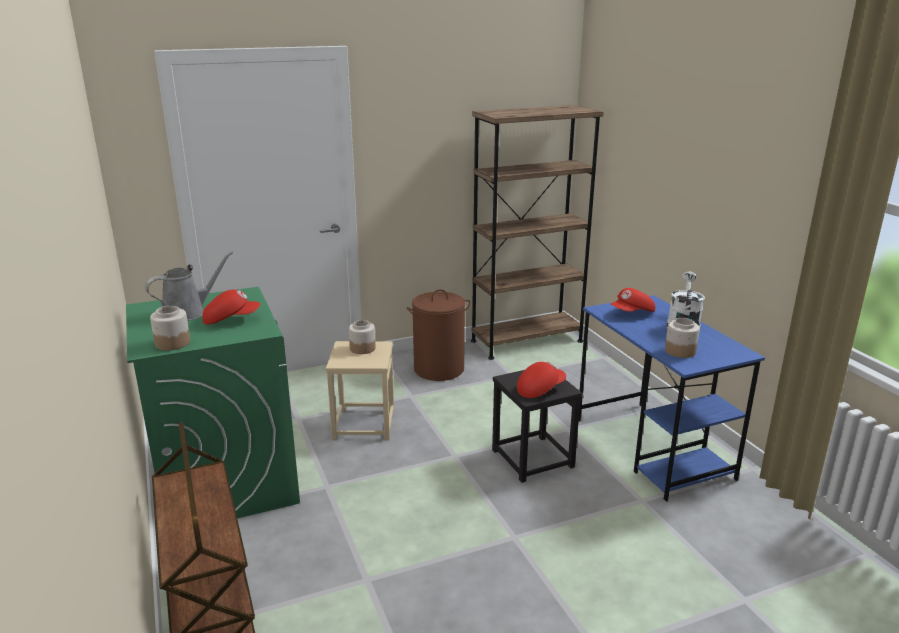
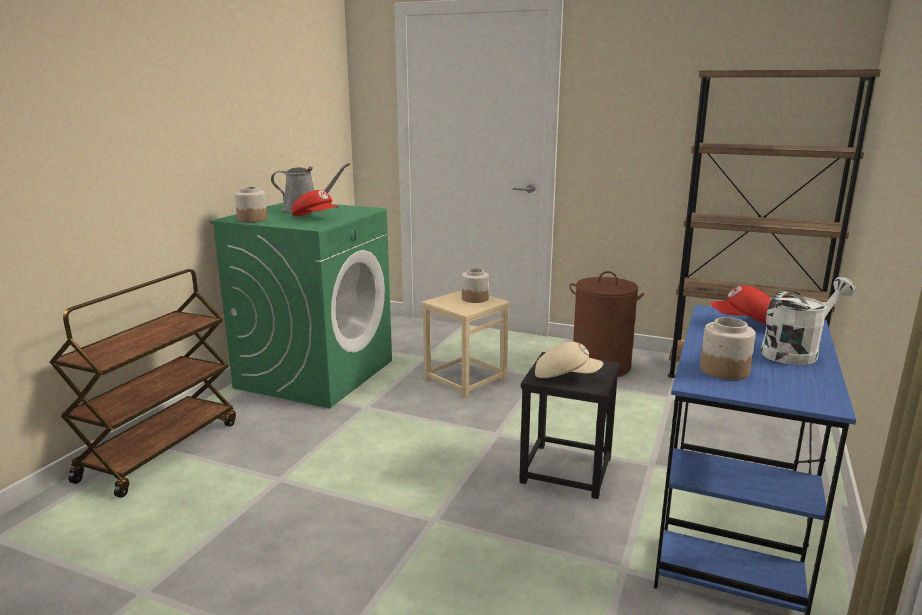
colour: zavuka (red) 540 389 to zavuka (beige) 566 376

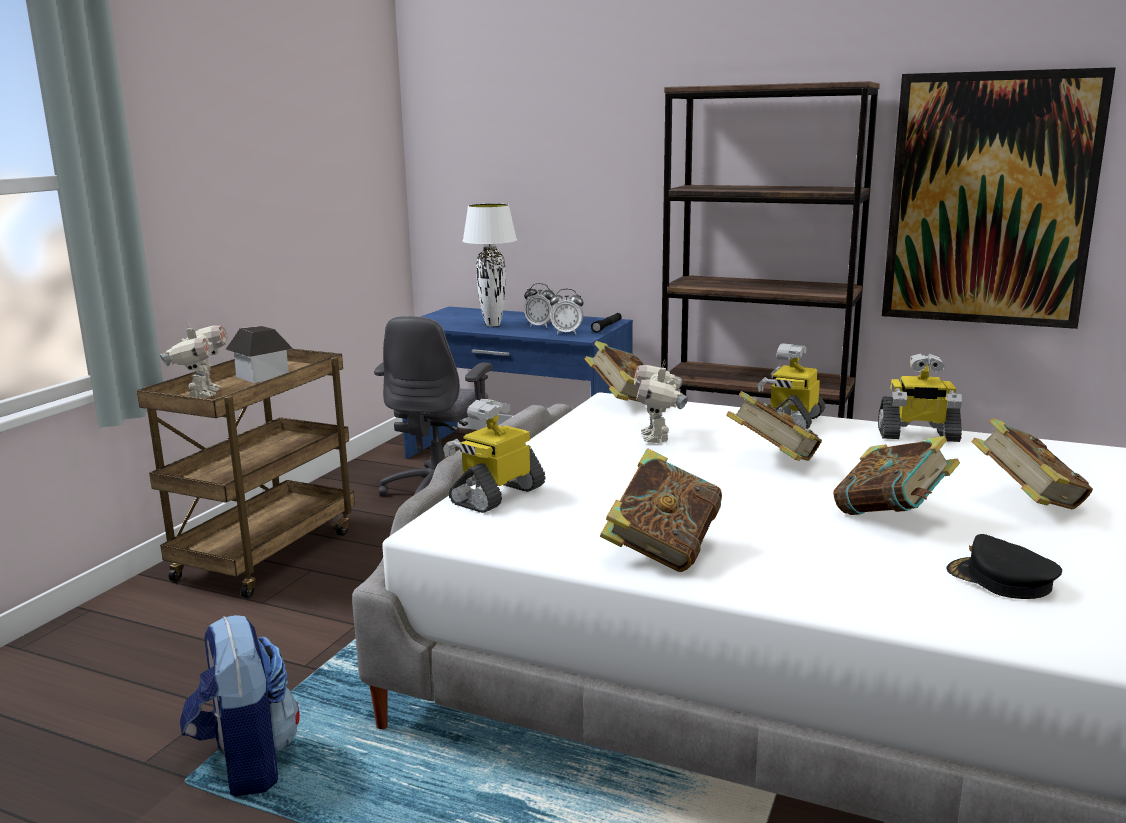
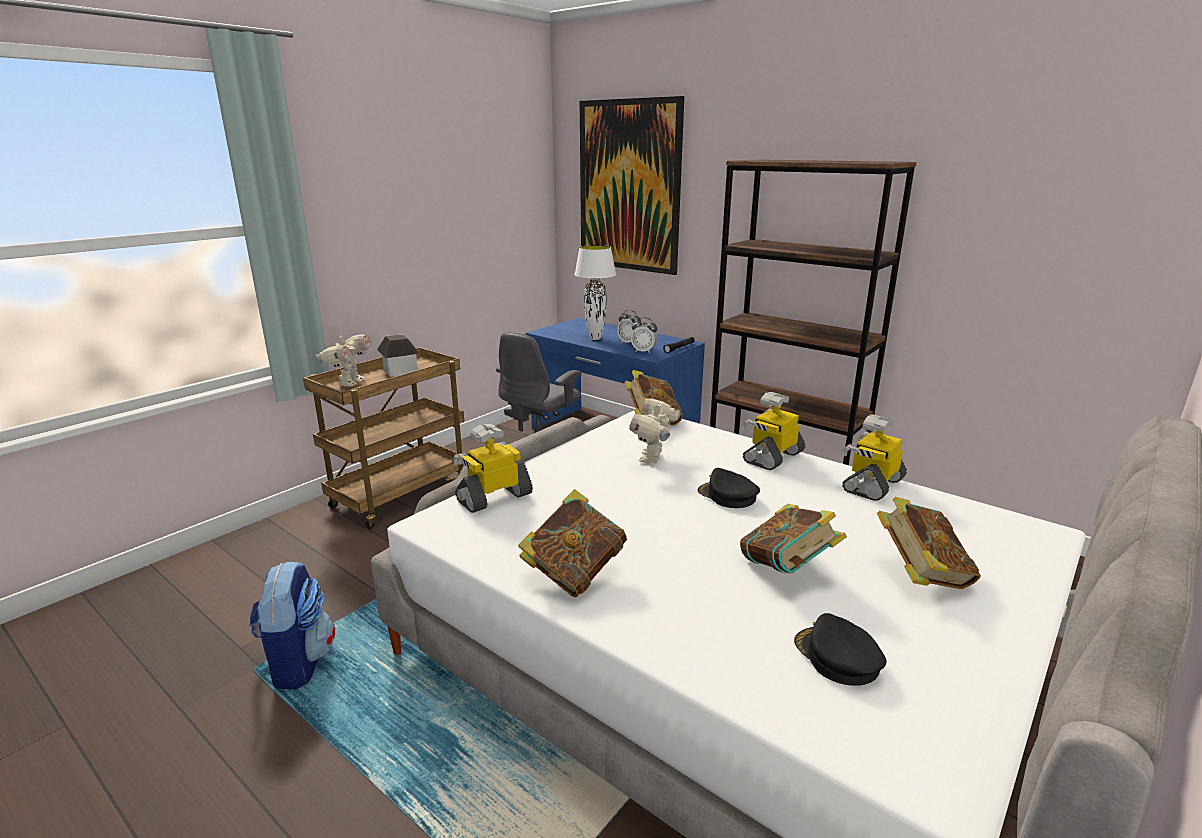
relocated: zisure 989 200 to 629 187
exchanged: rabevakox 773 462 to zavuka (black) 727 496
spun: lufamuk 917 435 = 872 485 105 degrees clockwise

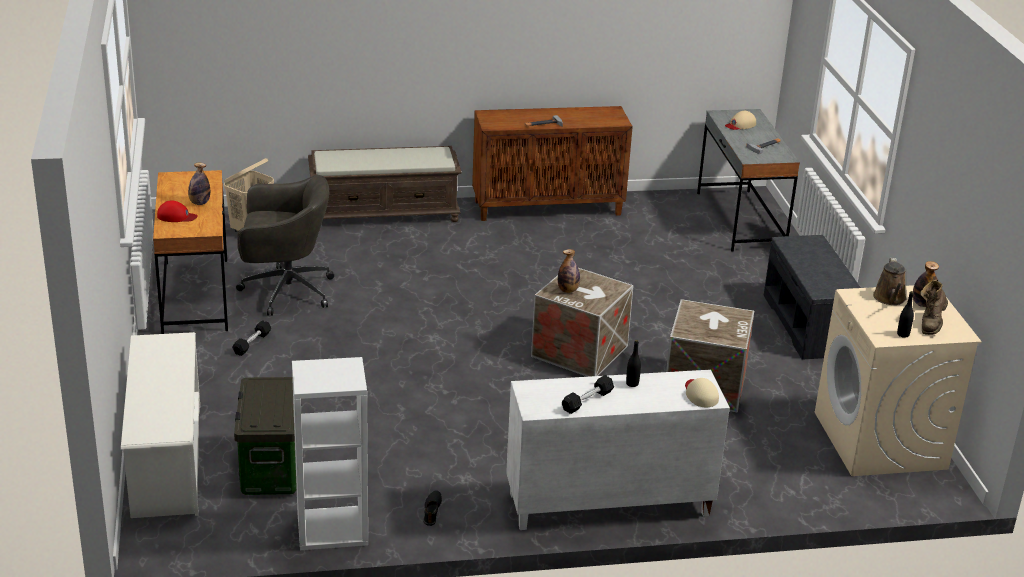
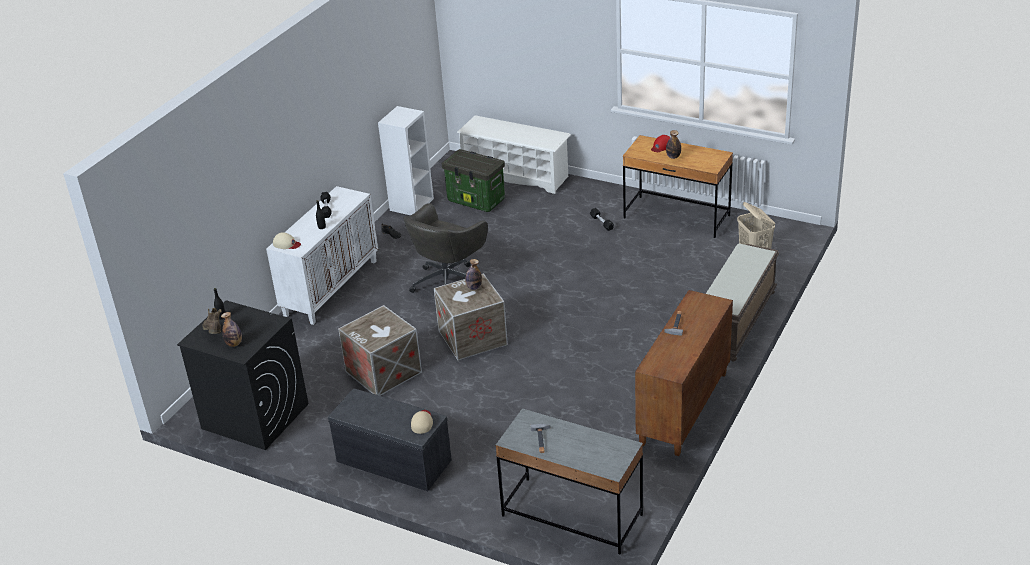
missing: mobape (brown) 890 299
relocated: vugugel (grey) 284 291 to 448 282; zavuka (beige) 740 125 to 422 422
colour: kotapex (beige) 880 441 to kotapex (black) 254 416

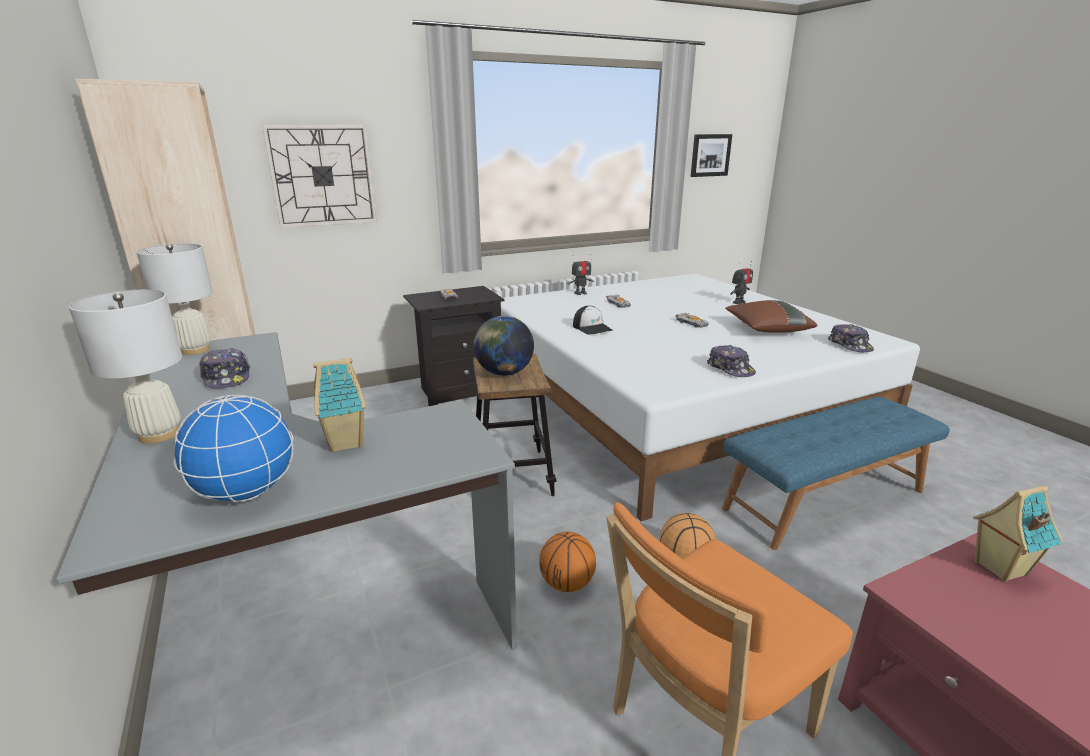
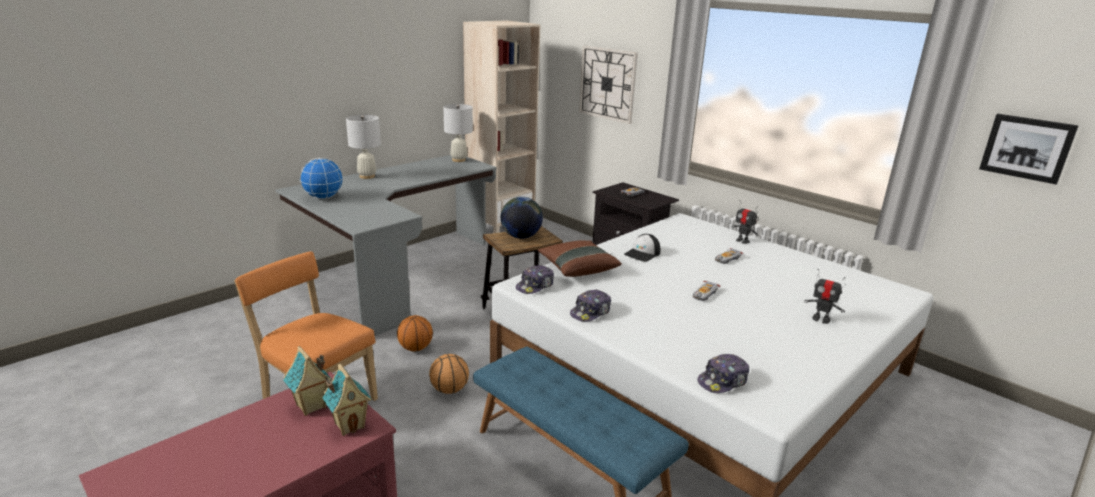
relocated: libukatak 347 443 to 311 407; zavuka 227 377 to 535 286; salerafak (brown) 766 329 to 577 269

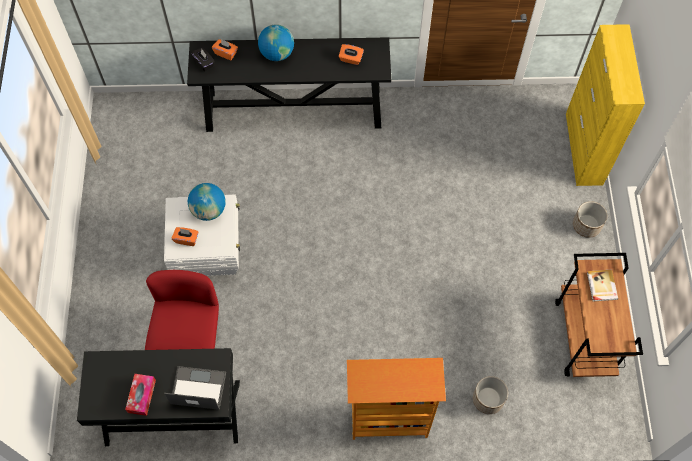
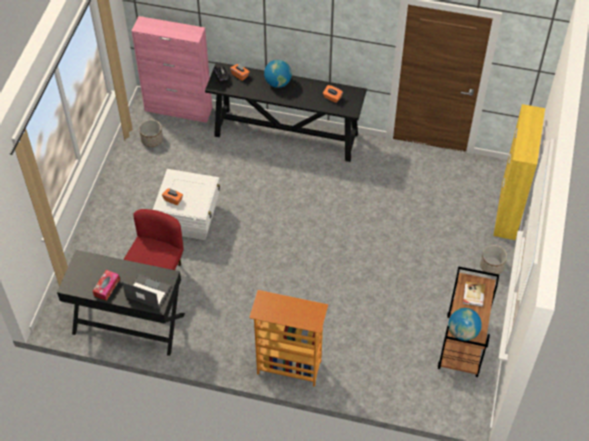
appeared: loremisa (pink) 179 109
relocated: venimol 488 399 to 152 140; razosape 209 210 to 463 332

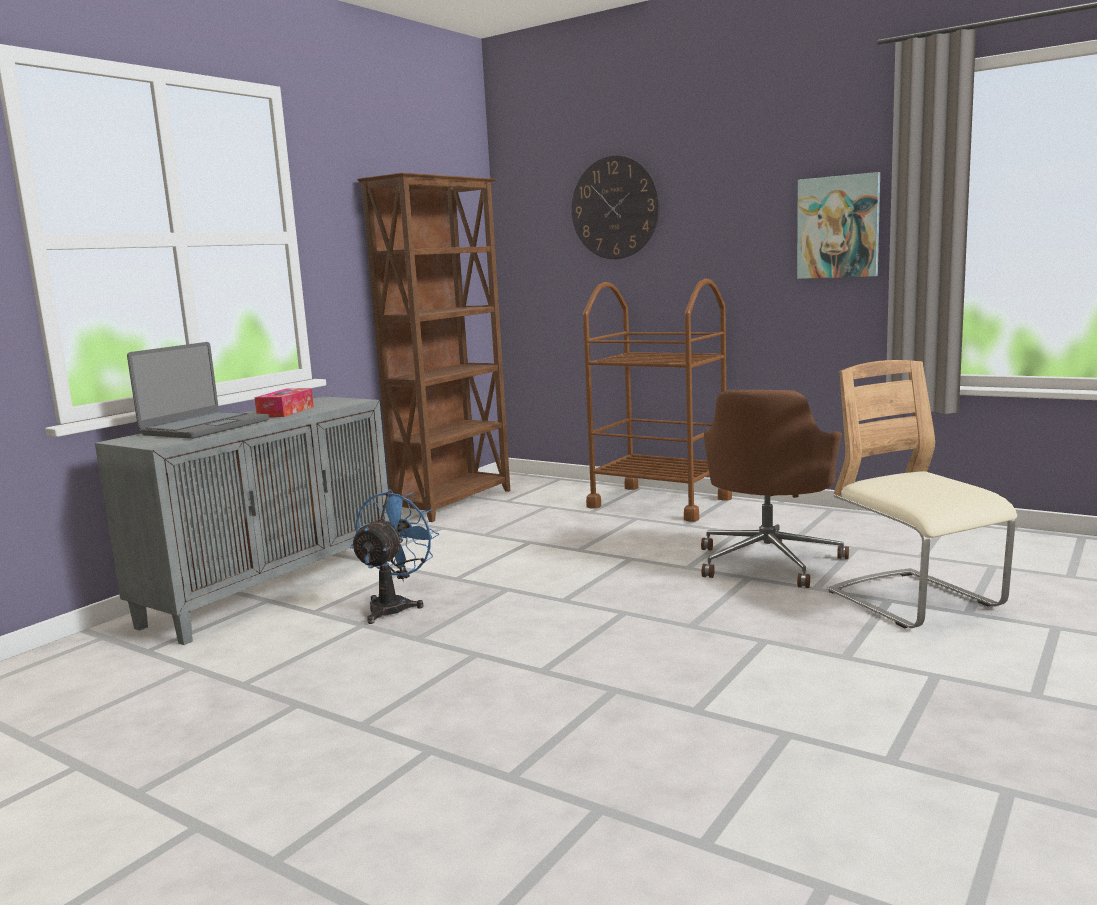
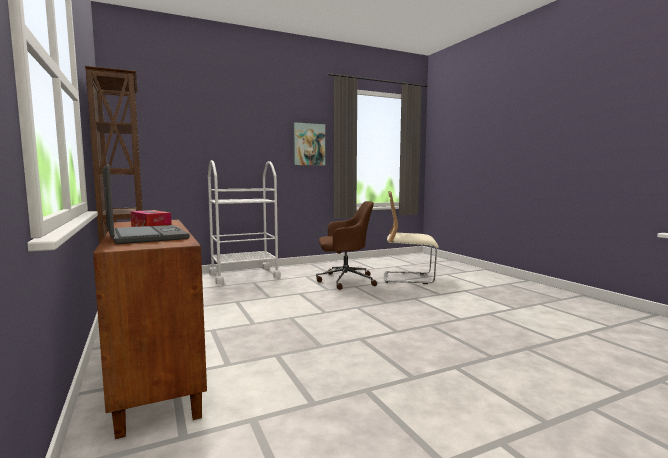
missing: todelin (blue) 394 606; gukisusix 615 208
colour: loremisa (grey) 272 589 to loremisa (brown) 155 371; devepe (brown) 659 503 to devepe (white) 244 275
spun: vugugel (brown) 769 561 = 344 280 60 degrees counterclockwise

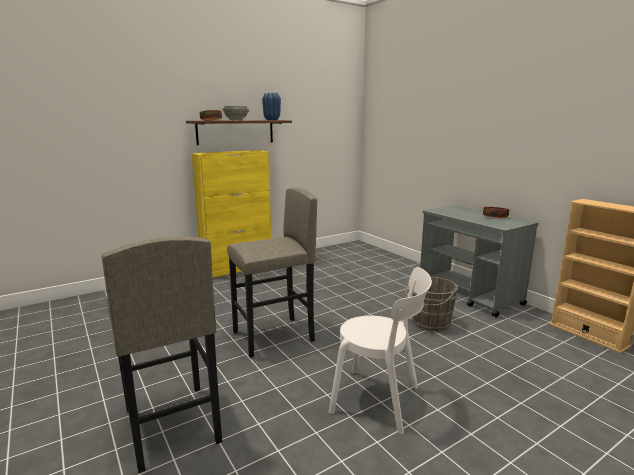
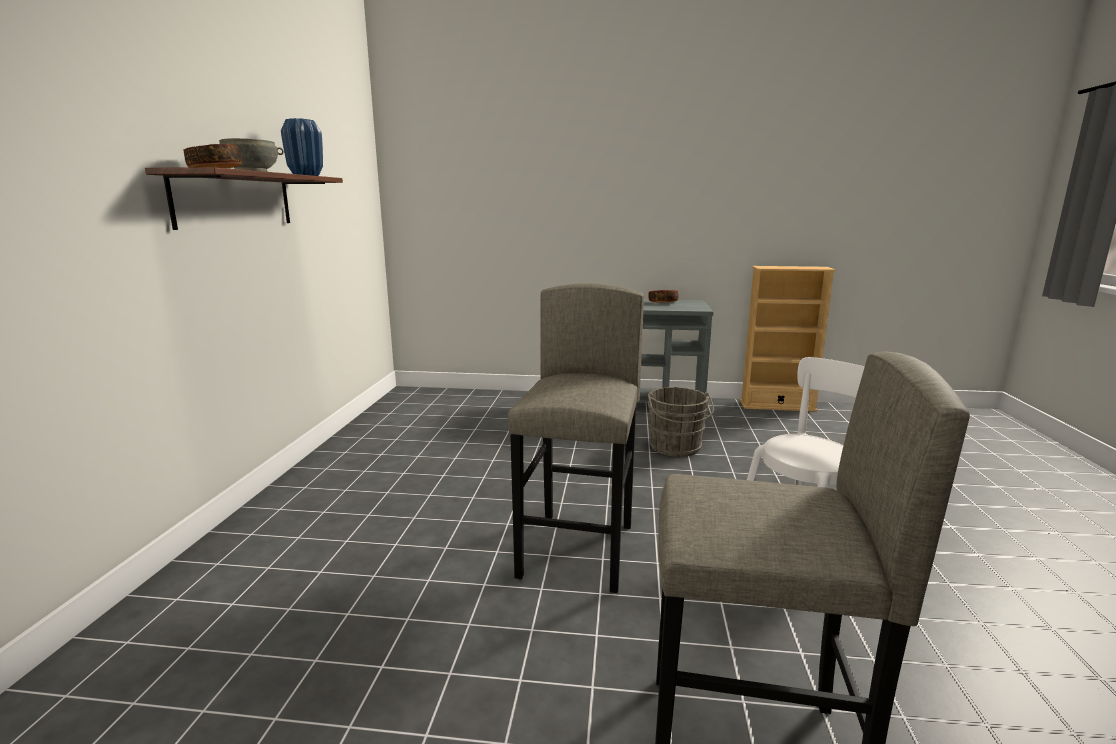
missing: loremisa (yellow) 238 268

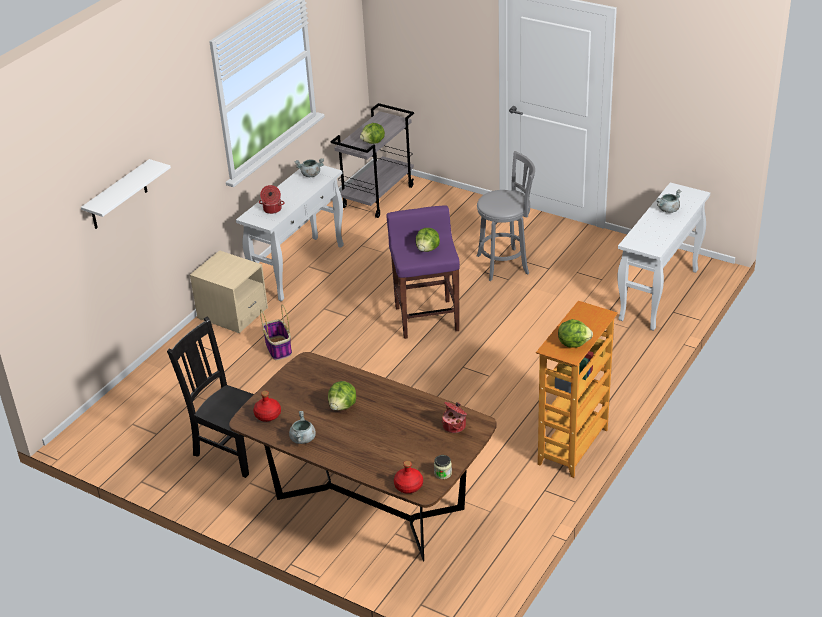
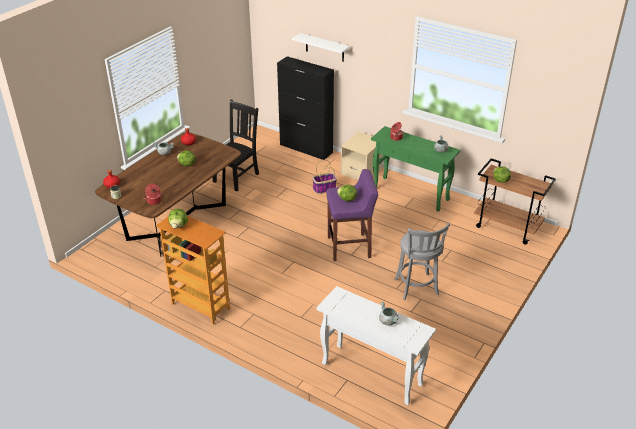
appeared: loremisa (black) 306 148
colour: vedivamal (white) 299 268 to vedivamal (green) 411 194; devepe (grey) 377 196 to devepe (brown) 507 227

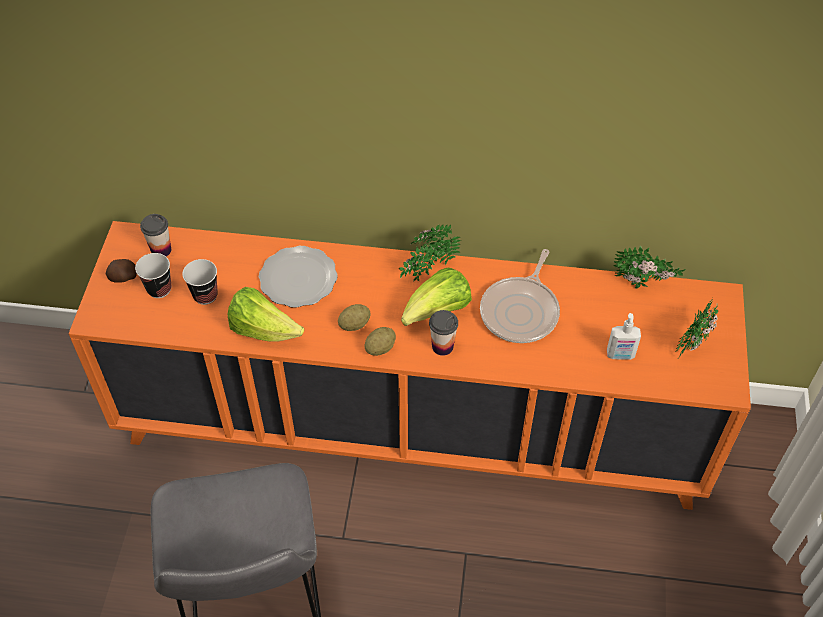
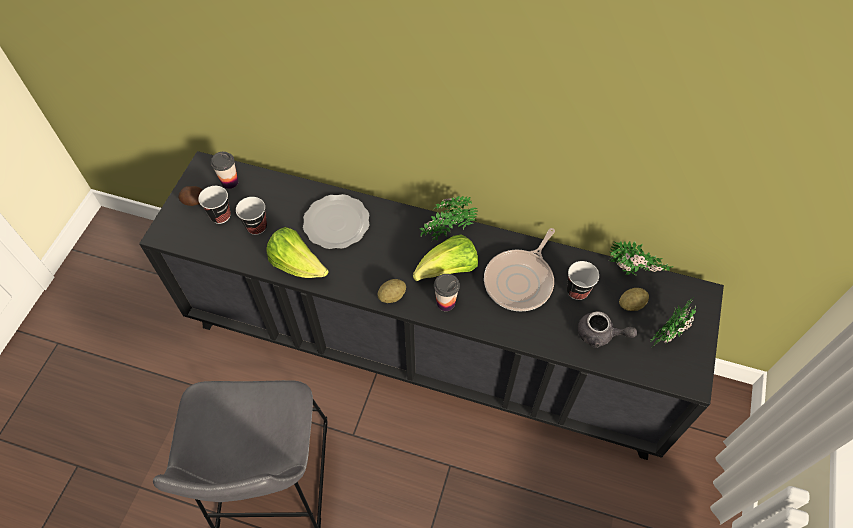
appeared: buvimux 577 291
relocated: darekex 354 324 to 631 304
exchanged: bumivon 620 355 to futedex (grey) 600 335
colour: loremisa (orange) 411 427 to loremisa (black) 426 350

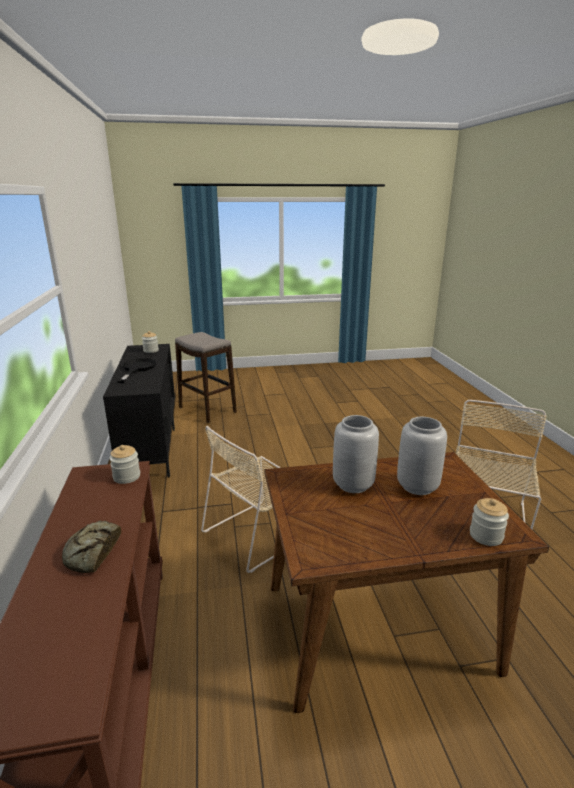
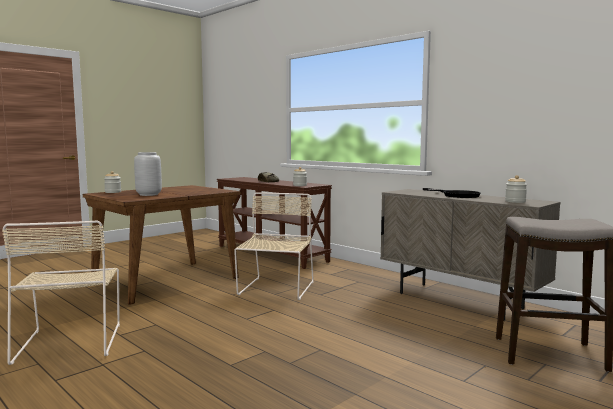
missing: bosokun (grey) 353 484
colour: loremisa (black) 152 452 to loremisa (beige) 459 301

